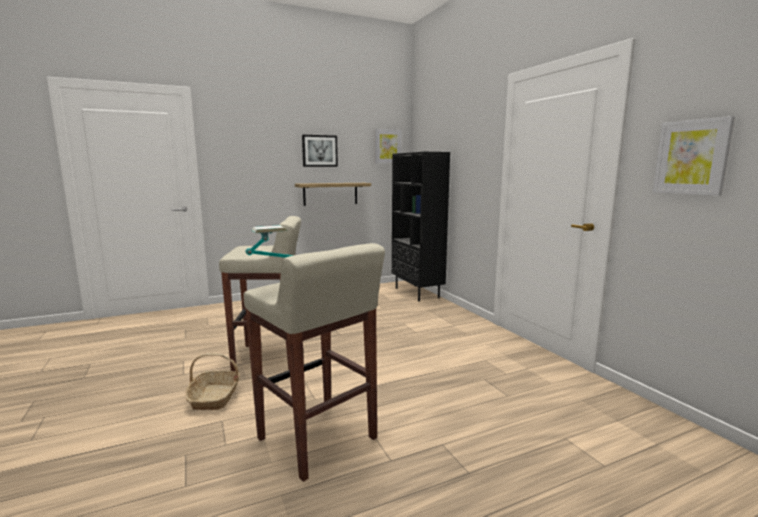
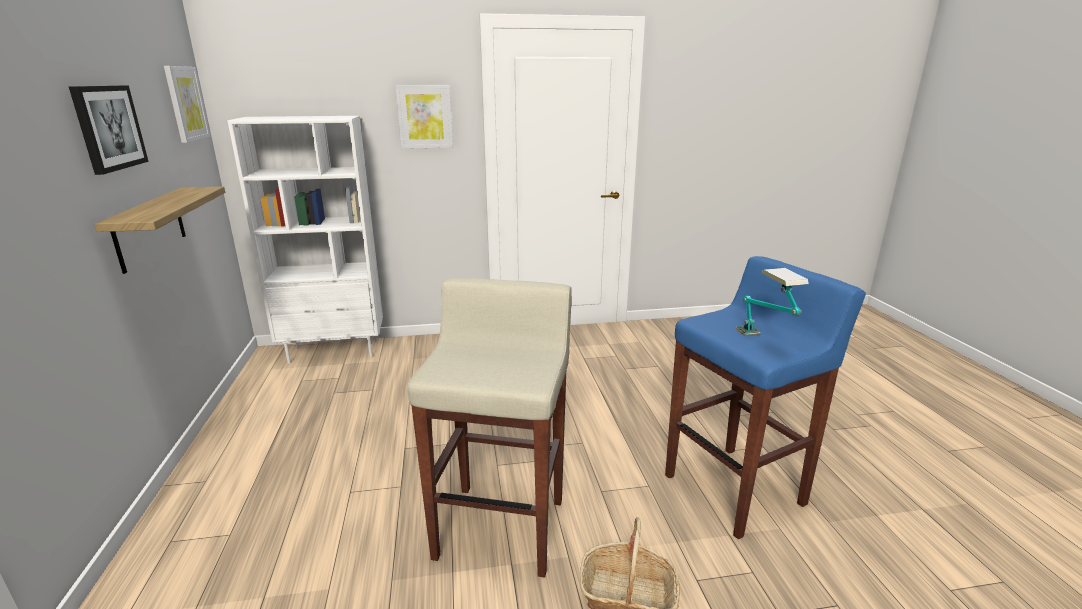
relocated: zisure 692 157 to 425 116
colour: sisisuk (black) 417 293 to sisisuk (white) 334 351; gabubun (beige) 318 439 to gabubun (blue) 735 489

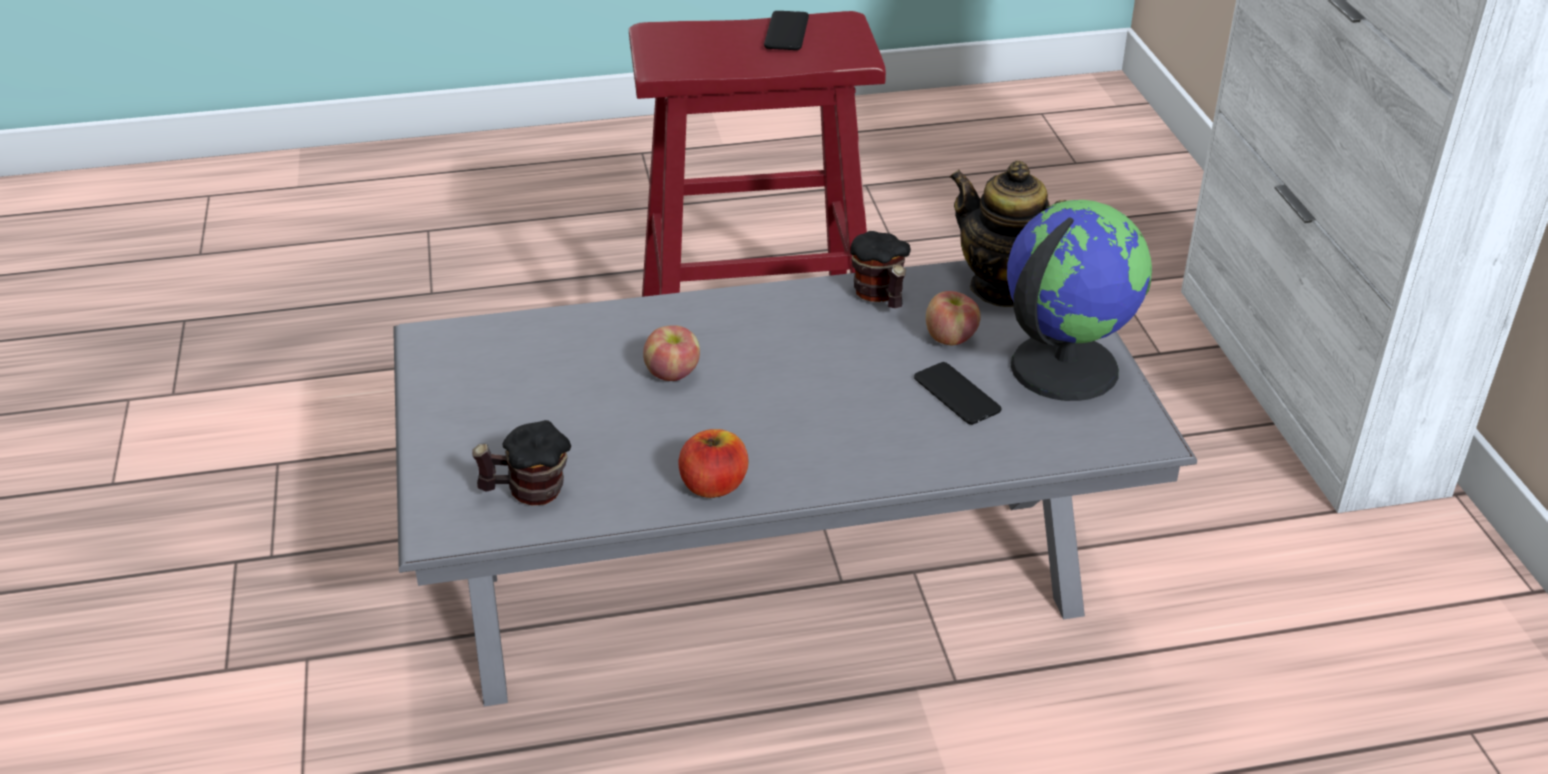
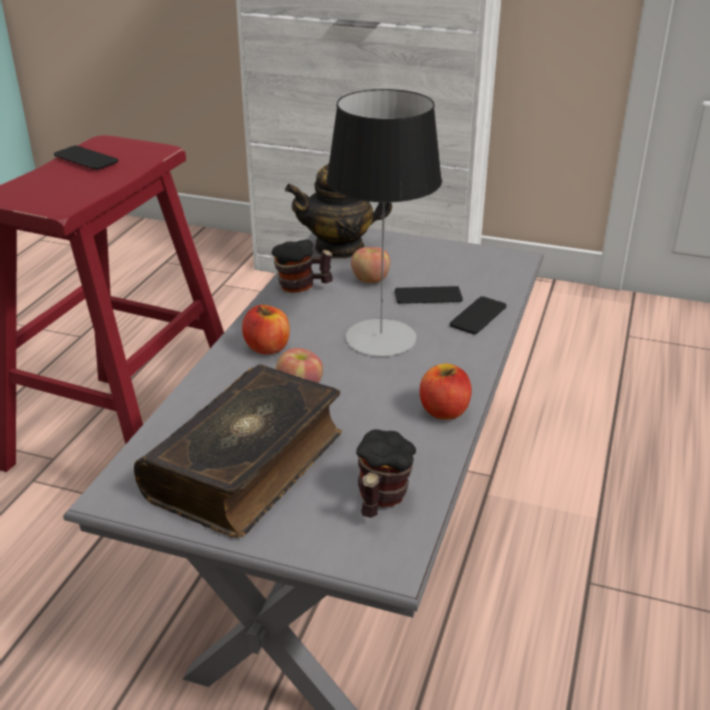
missing: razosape 1062 366
appeared: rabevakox 248 465; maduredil 267 348; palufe 381 338; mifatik 478 316

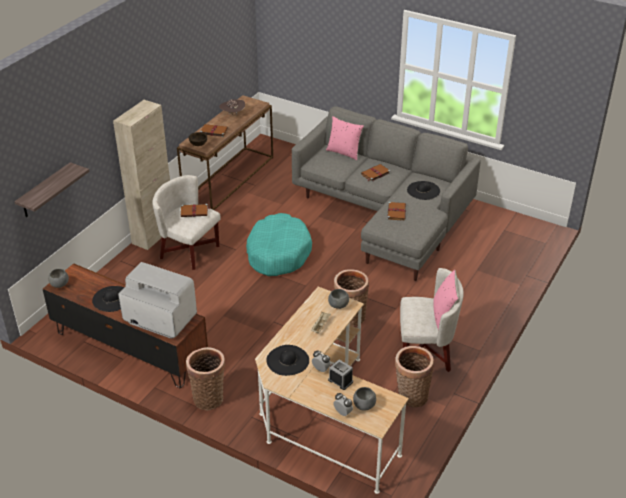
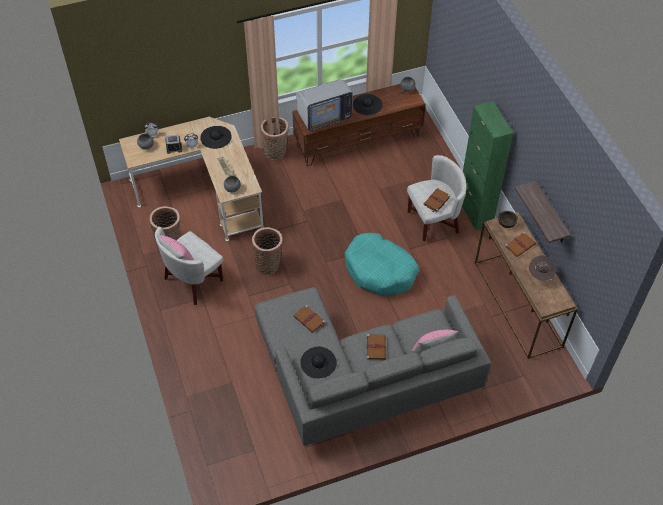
relocated: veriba 45 191 to 550 214
colour: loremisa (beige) 154 235 to loremisa (green) 475 212

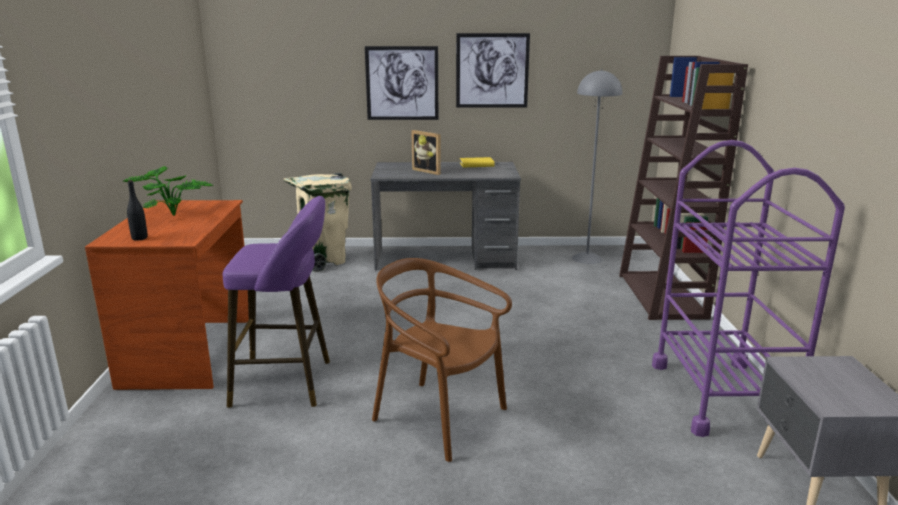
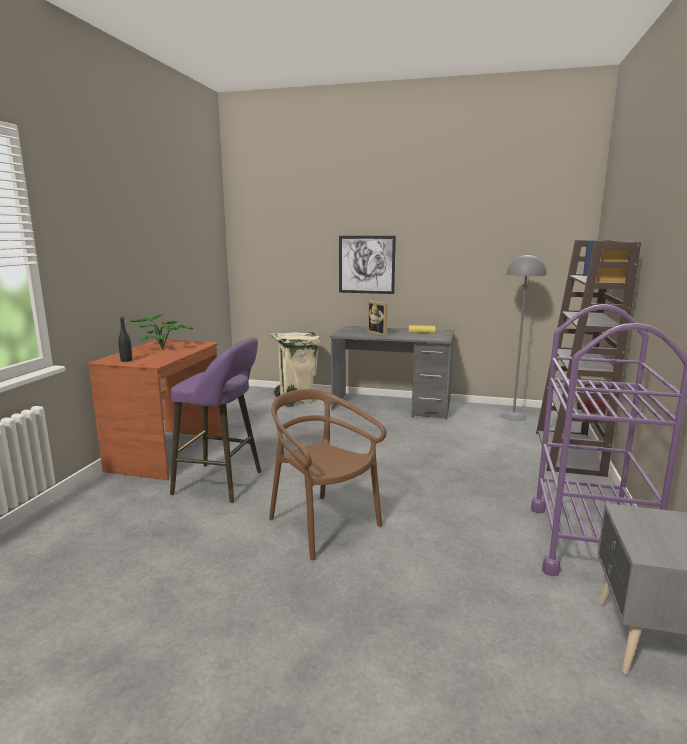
missing: zisure 492 70

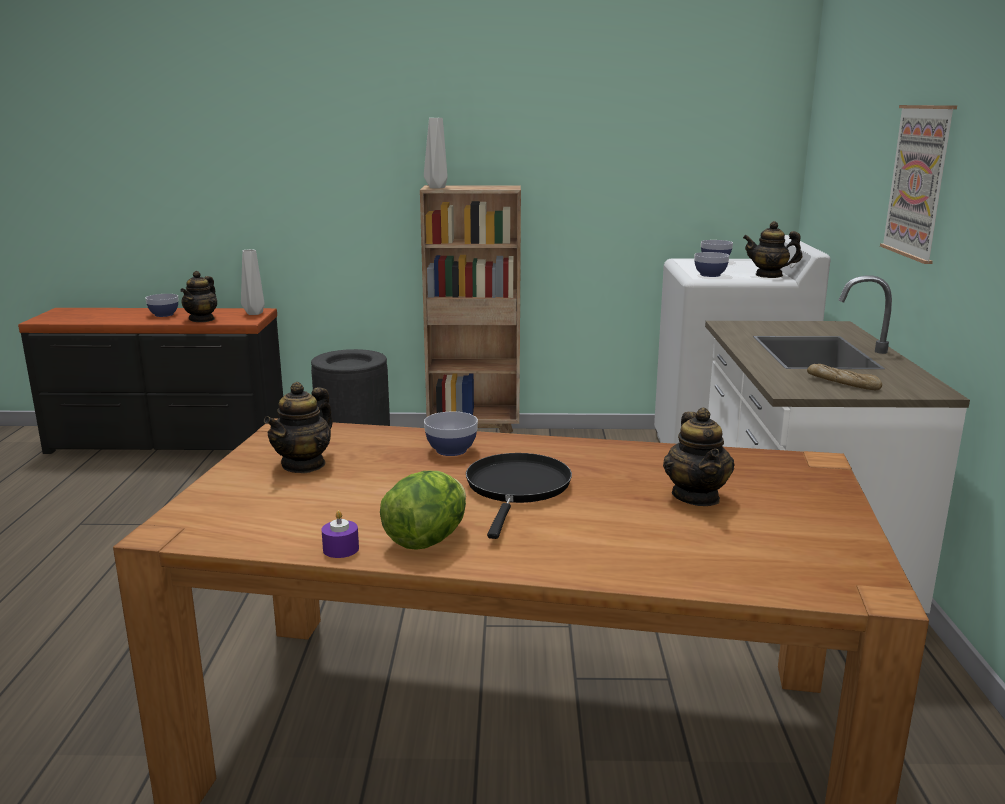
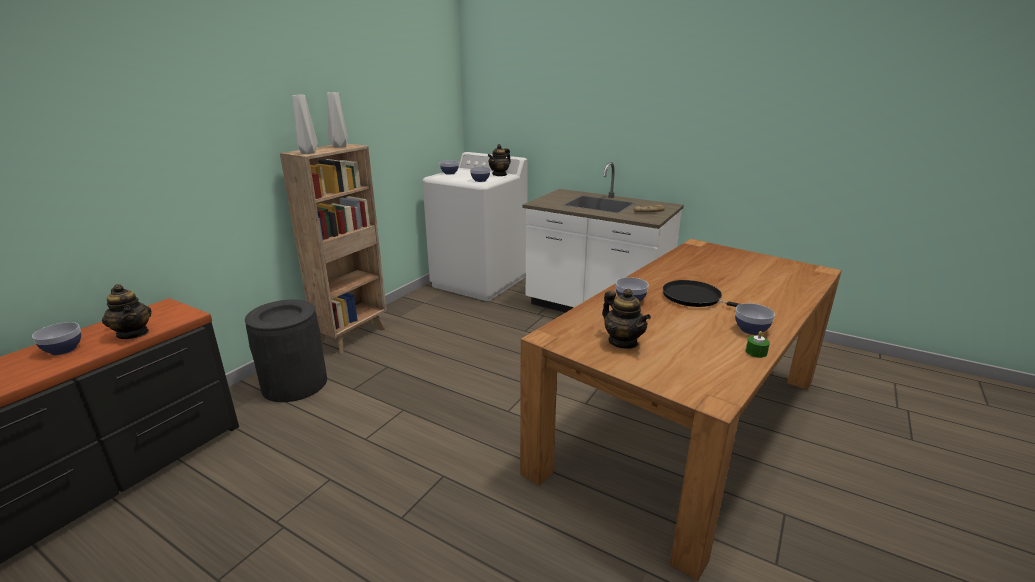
missing: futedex 696 496; zisure 919 182
relocated: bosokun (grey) 254 313 to 340 147
exchanged: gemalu 426 539 to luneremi 751 330
colour: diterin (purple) 341 549 to diterin (green) 756 352

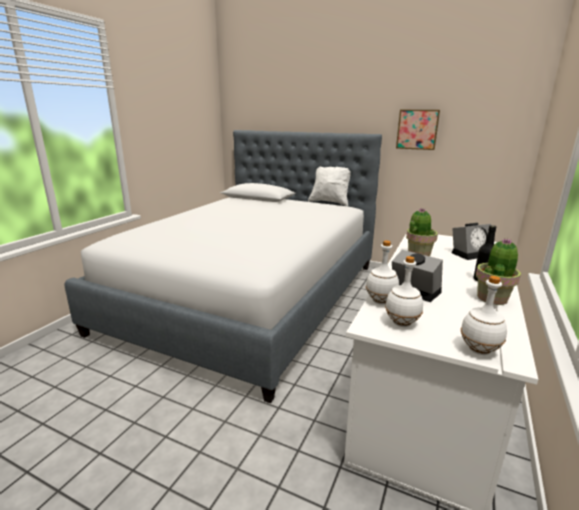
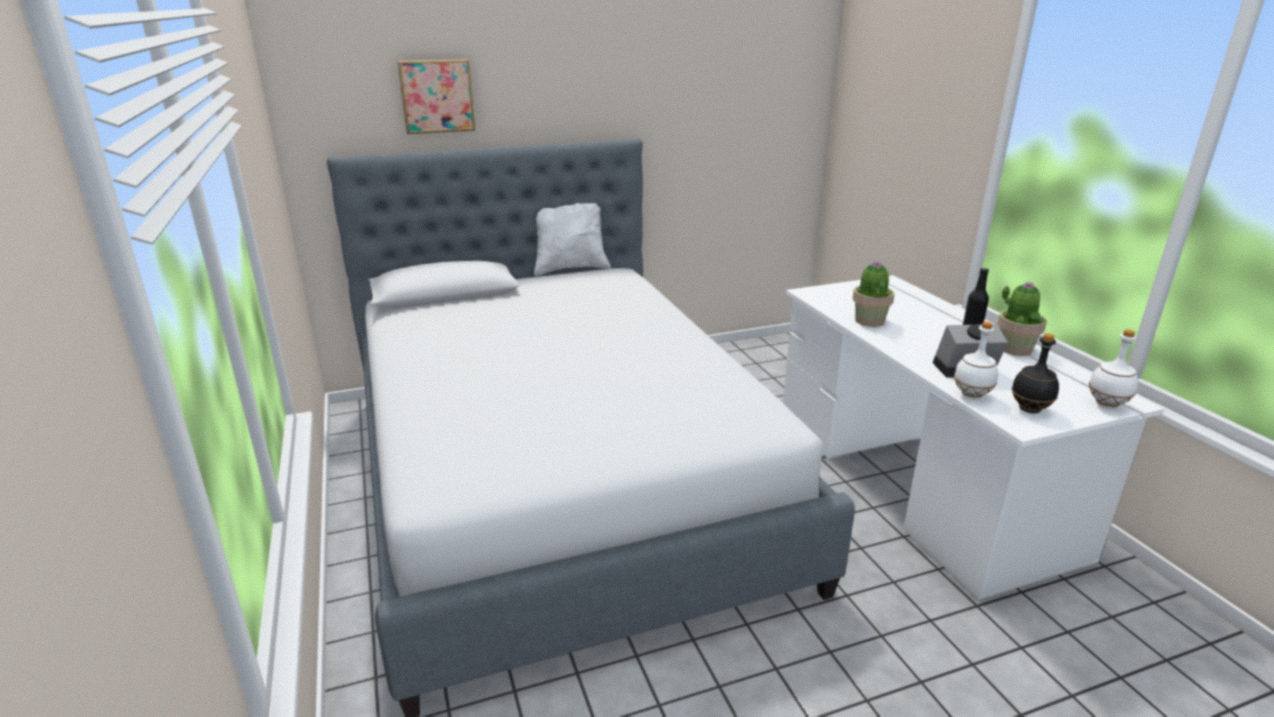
missing: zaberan 470 253
relocated: zisure 417 129 to 437 96
colour: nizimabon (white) 401 323 to nizimabon (black) 1029 409

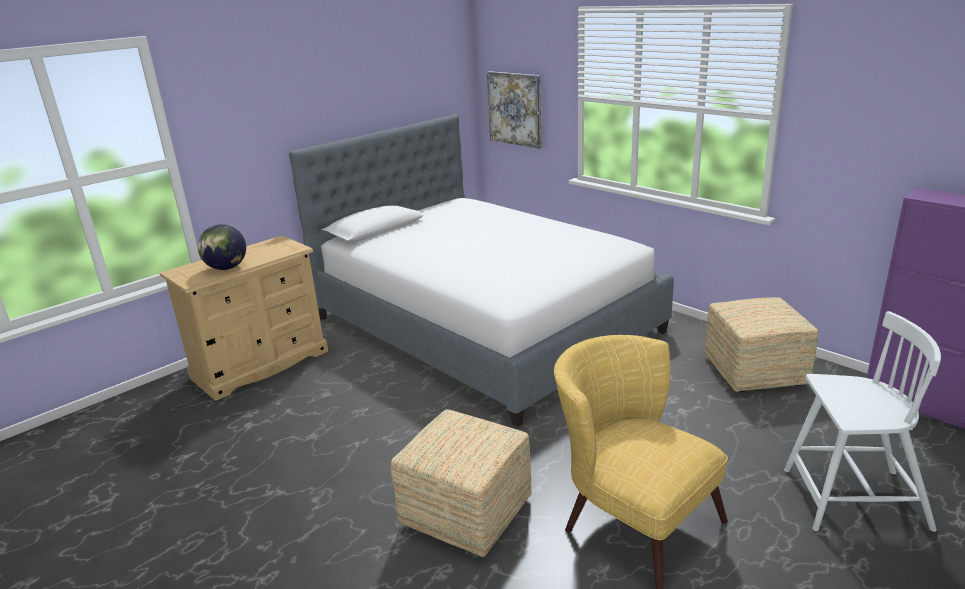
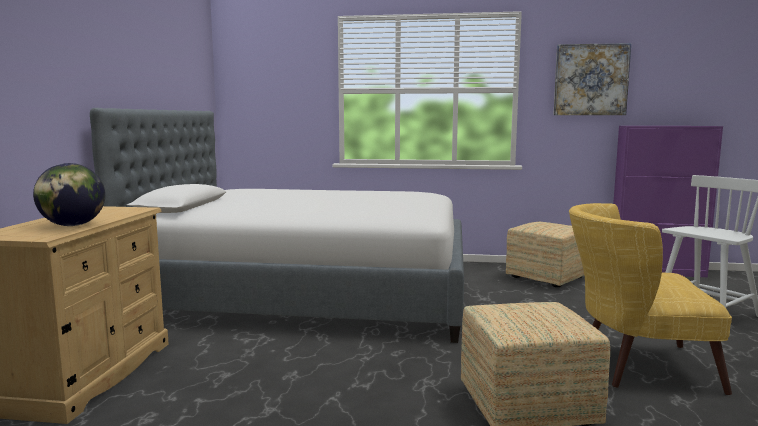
relocated: zisure 515 109 to 591 80

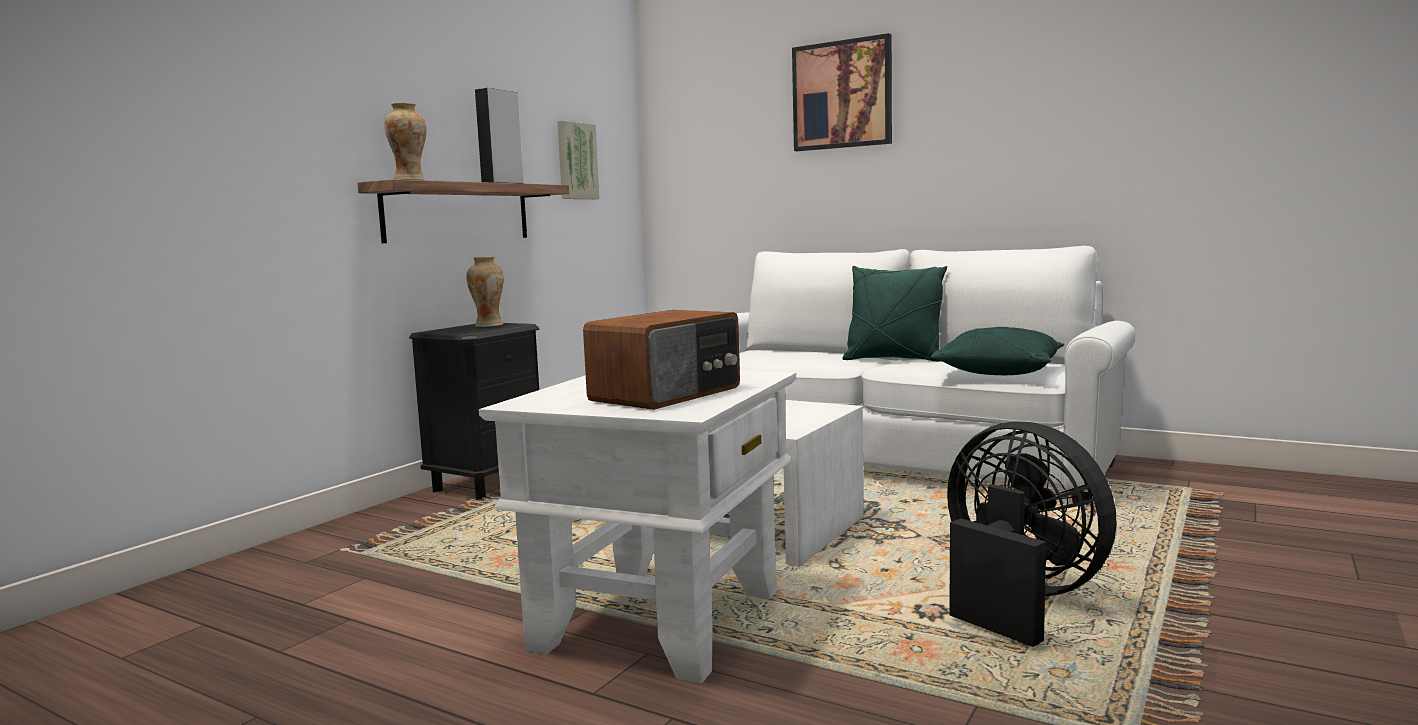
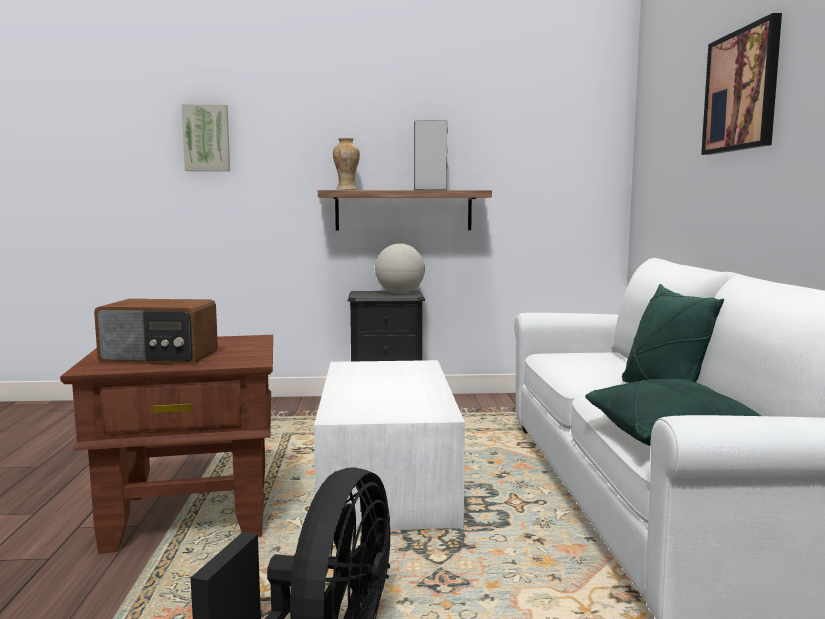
relocated: zisure 576 161 to 207 138
exchanged: bosokun 488 325 to razosape 400 293
colour: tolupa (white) 660 619 to tolupa (brown) 191 514

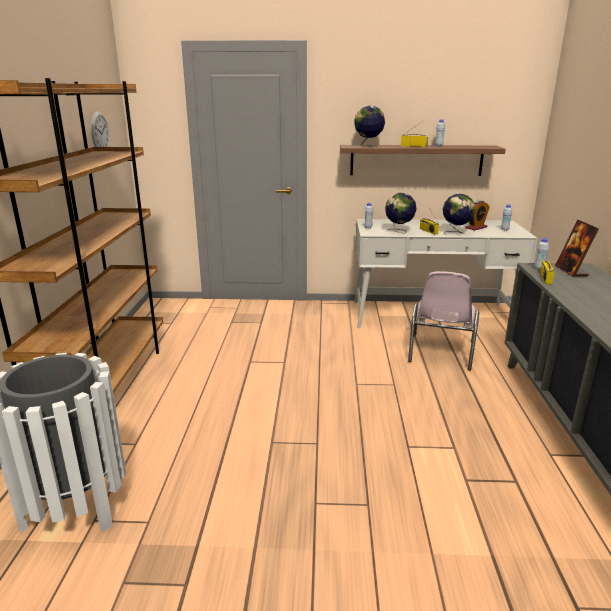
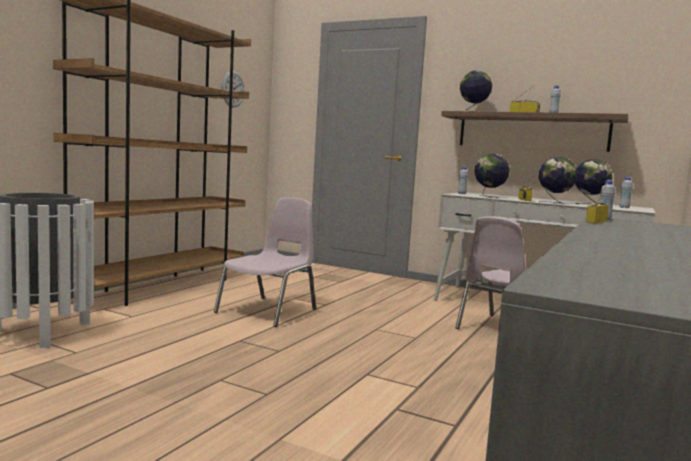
missing: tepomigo 571 271
appeared: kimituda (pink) 269 311
exchanged: zaberan 476 227 to razosape 589 204

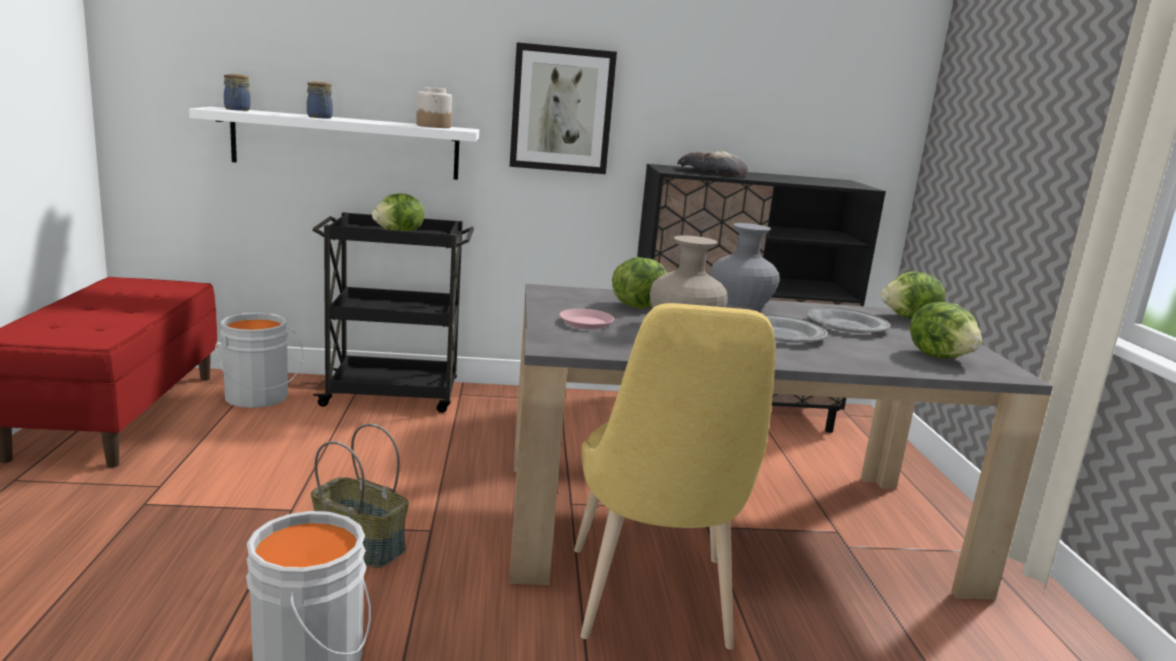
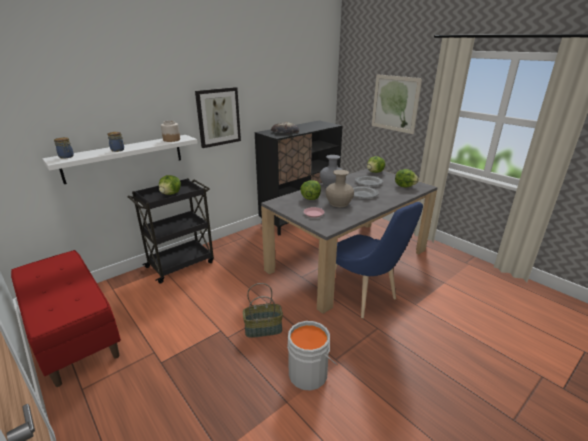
missing: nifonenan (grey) 258 398
appeared: zisure 395 103
colour: kimituda (yellow) 652 605 to kimituda (blue) 364 297

